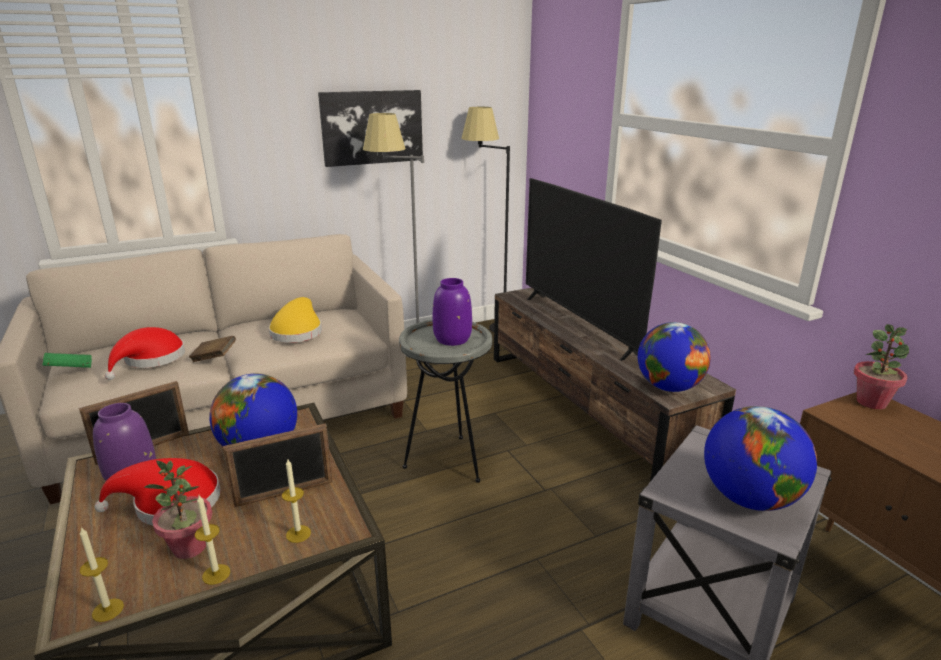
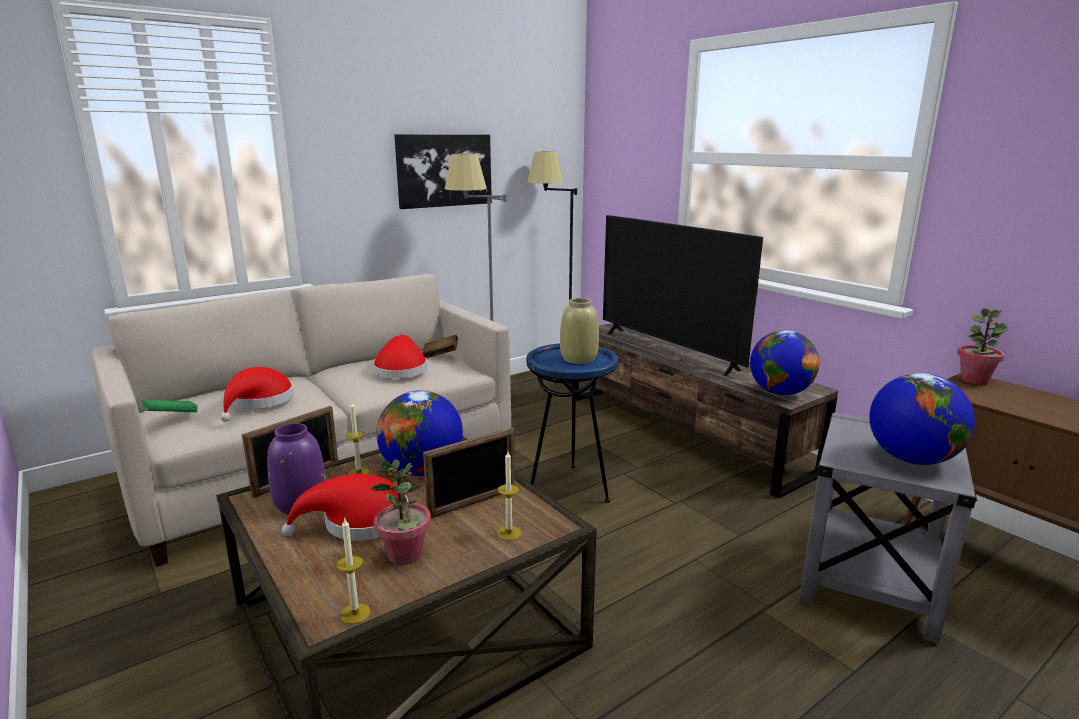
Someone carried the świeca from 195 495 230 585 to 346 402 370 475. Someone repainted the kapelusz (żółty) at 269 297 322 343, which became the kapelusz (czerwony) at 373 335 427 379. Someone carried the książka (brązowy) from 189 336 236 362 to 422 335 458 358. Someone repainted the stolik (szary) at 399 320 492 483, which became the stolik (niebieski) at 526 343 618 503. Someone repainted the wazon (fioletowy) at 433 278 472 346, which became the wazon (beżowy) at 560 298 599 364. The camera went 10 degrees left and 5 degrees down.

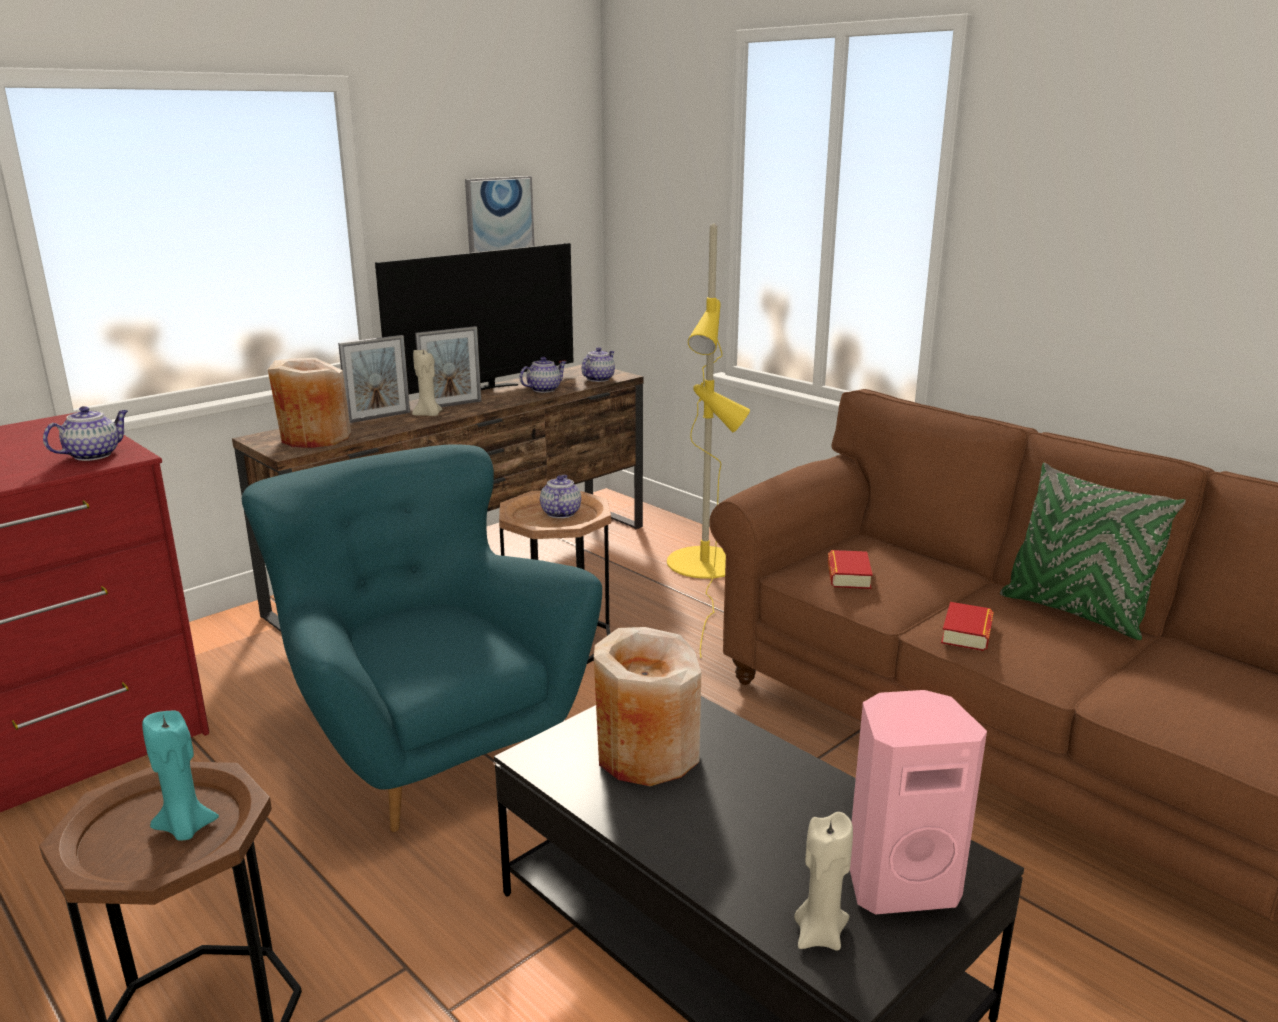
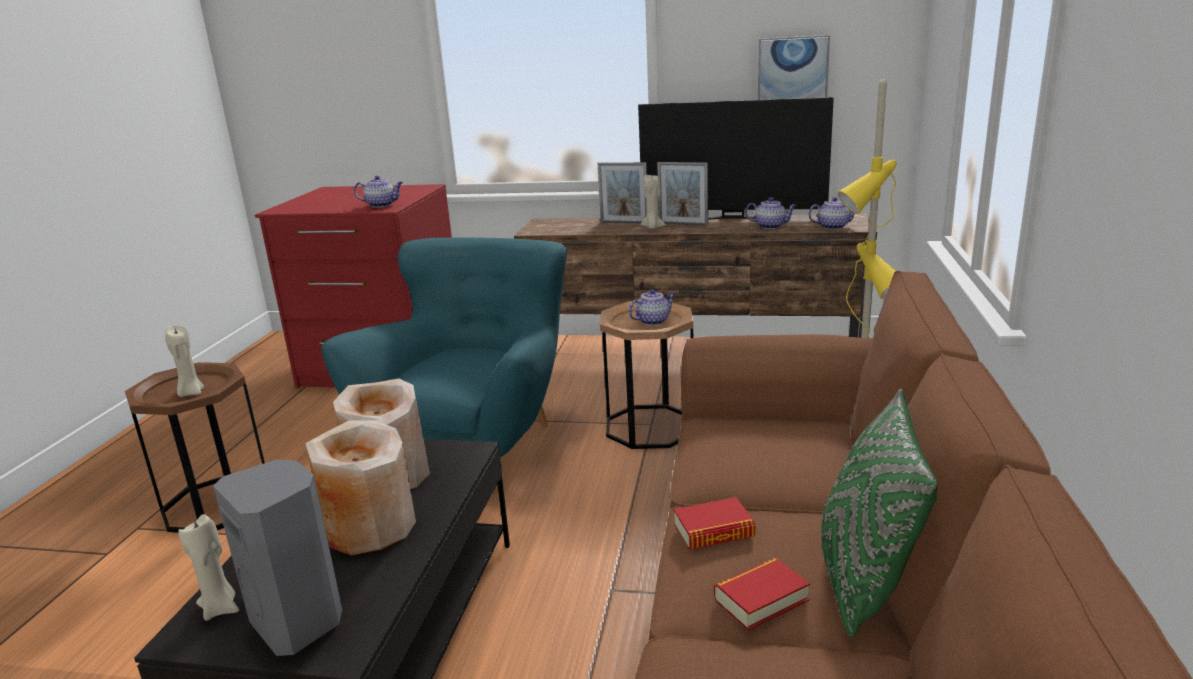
Someone repainted the świeca (turkusowy) at 142 711 219 840, which became the świeca (beżowy) at 165 325 204 397. Someone repainted the głośnik (różowy) at 850 690 987 915, which became the głośnik (szary) at 213 459 342 656. Someone carried the wazon (beżowy) from 268 358 351 448 to 305 420 416 555. Someone carried the książka from 828 550 873 589 to 714 557 810 631. The camera went 55 degrees right and 0 degrees up.

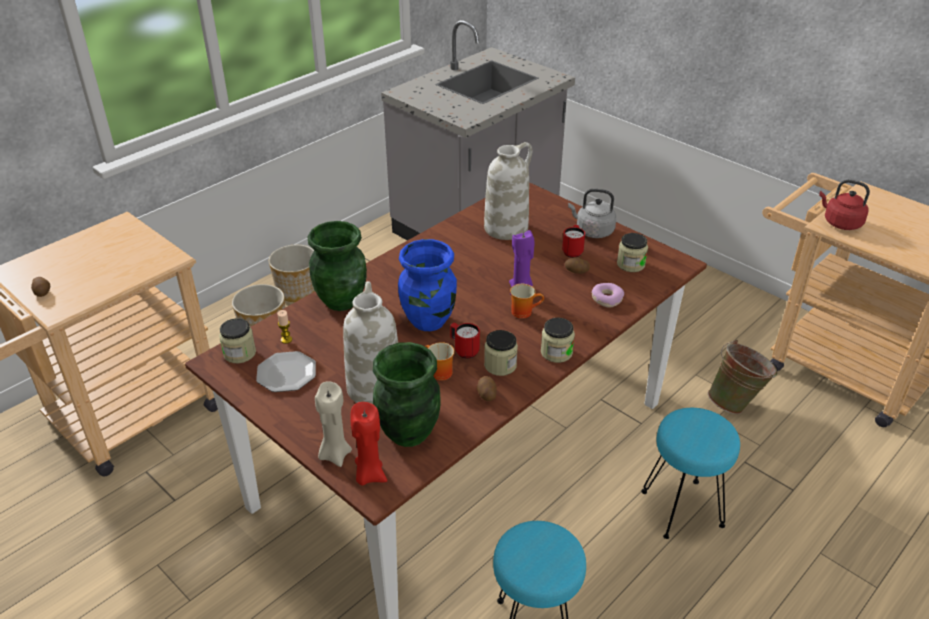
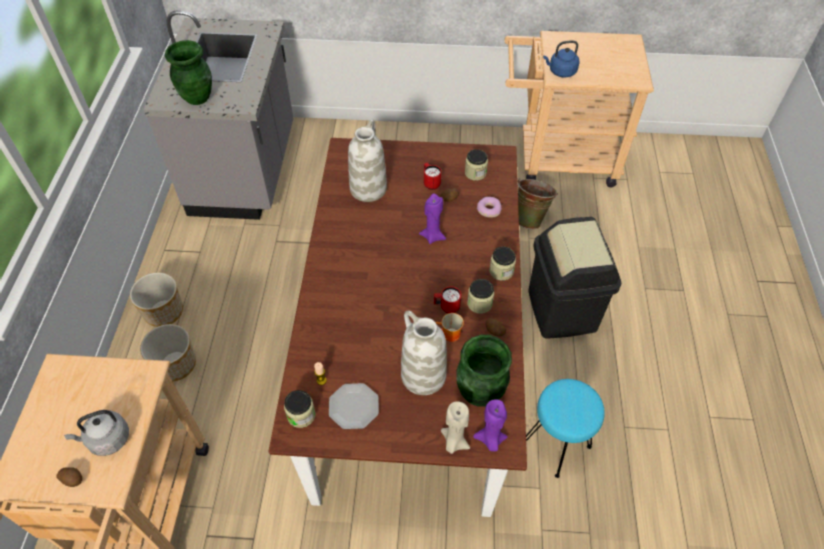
Someone carried the czajnik (szary) from 568 189 616 238 to 64 410 129 456. Someone carried the wazon (zielony) from 308 221 367 311 to 165 40 212 105. Someone repainted the świeca (czerwony) at 350 402 387 486, which became the świeca (fioletowy) at 473 399 508 451. Someone swapped the stołek (turkusowy) at 641 408 740 539 for the kosz na śmieci (czarny) at 528 217 621 339. Someone repainted the czajnik (czerwony) at 819 180 870 230, which became the czajnik (niebieski) at 543 40 580 77. Someone took away the wazon (niebieski) at 398 239 457 331. Someone took away the kubek at 510 284 544 319. The camera went 40 degrees left and 15 degrees up.

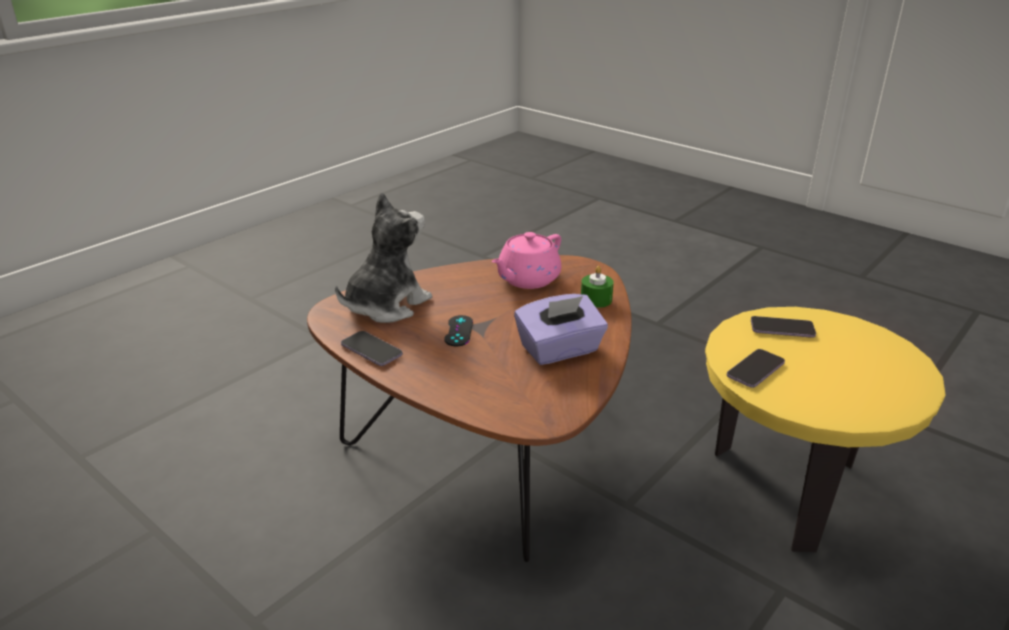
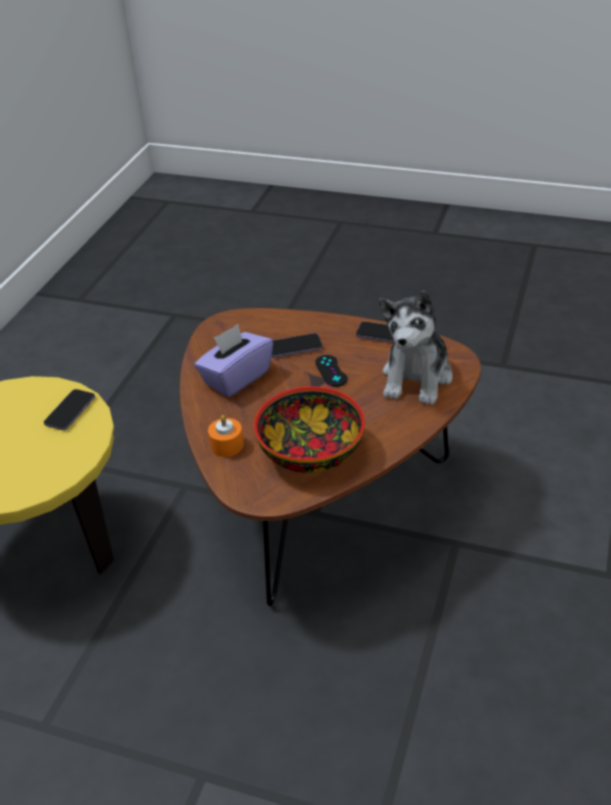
Someone repainted the świeca (zielony) at 581 266 614 308, which became the świeca (pomarańczowy) at 208 415 244 457. Someone swapped the imbryk (różowy) at 492 232 561 289 for the miska at 254 387 365 473. Someone carried the telefon from 751 316 816 338 to 272 333 323 358. The camera went 160 degrees right and 10 degrees up.

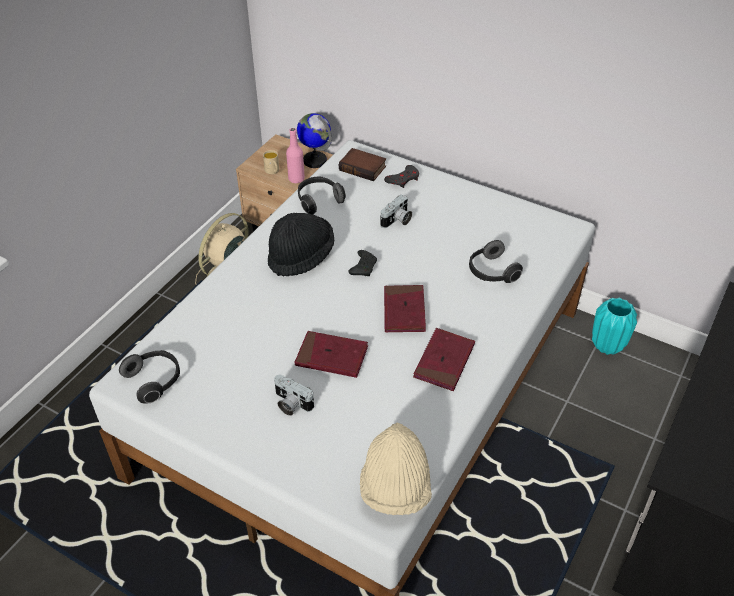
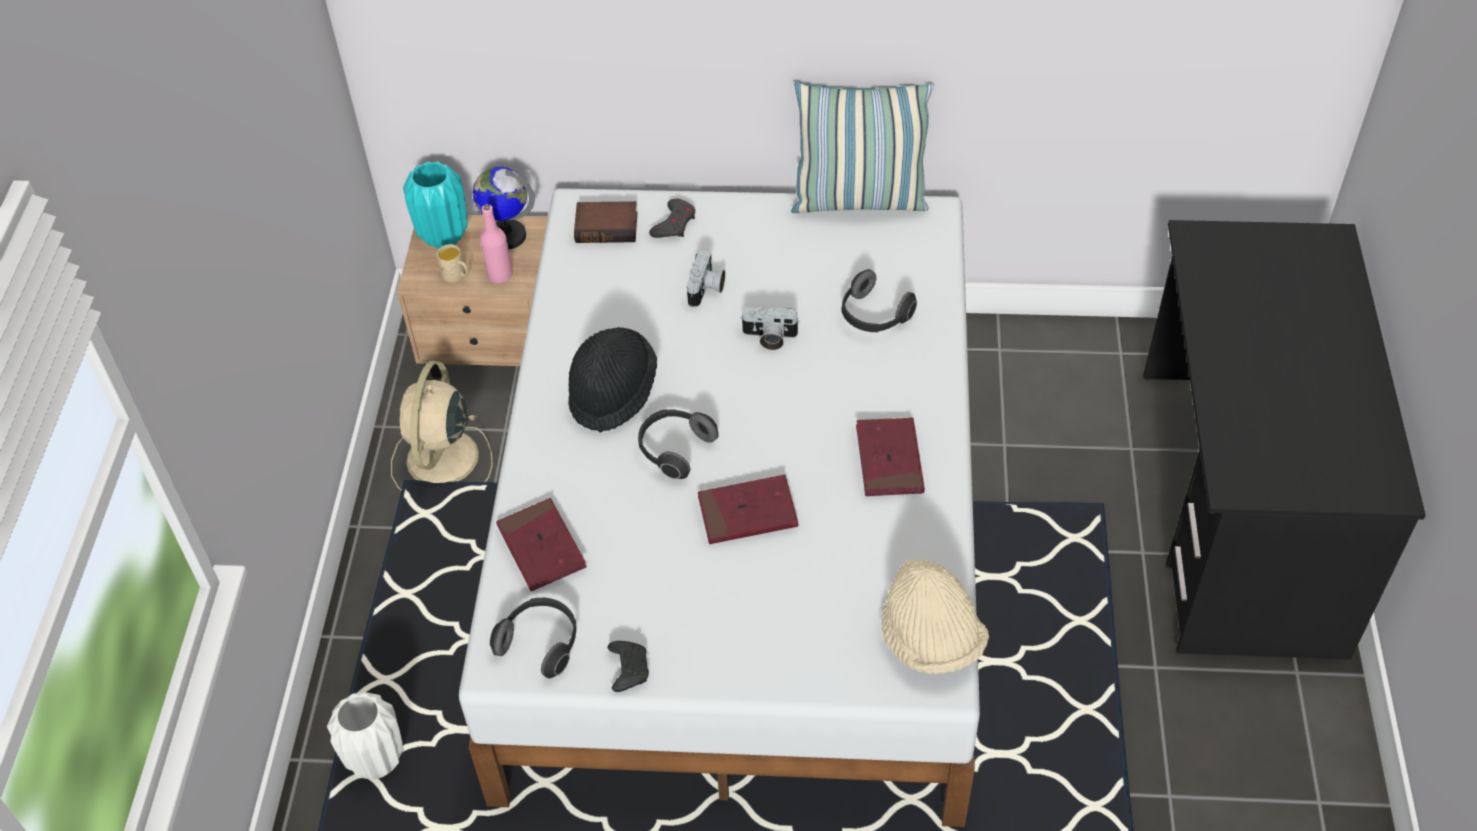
Someone put down the wazon (biały) at 327 692 404 779. Someone carried the wazon (turkusowy) from 592 298 637 355 to 403 161 468 249. Someone carried the książka (czerwony) from 384 285 426 333 to 496 498 587 591. Someone carried the pad do gier (czarny) from 349 250 377 276 to 607 641 649 692. Someone carried the słuchawki from 298 177 346 214 to 638 409 719 479. Someone carried the aparat fotograficzny from 274 375 314 416 to 740 306 800 350. Someone put down the poduszka at 791 82 934 213. The camera went 25 degrees left and 5 degrees up.

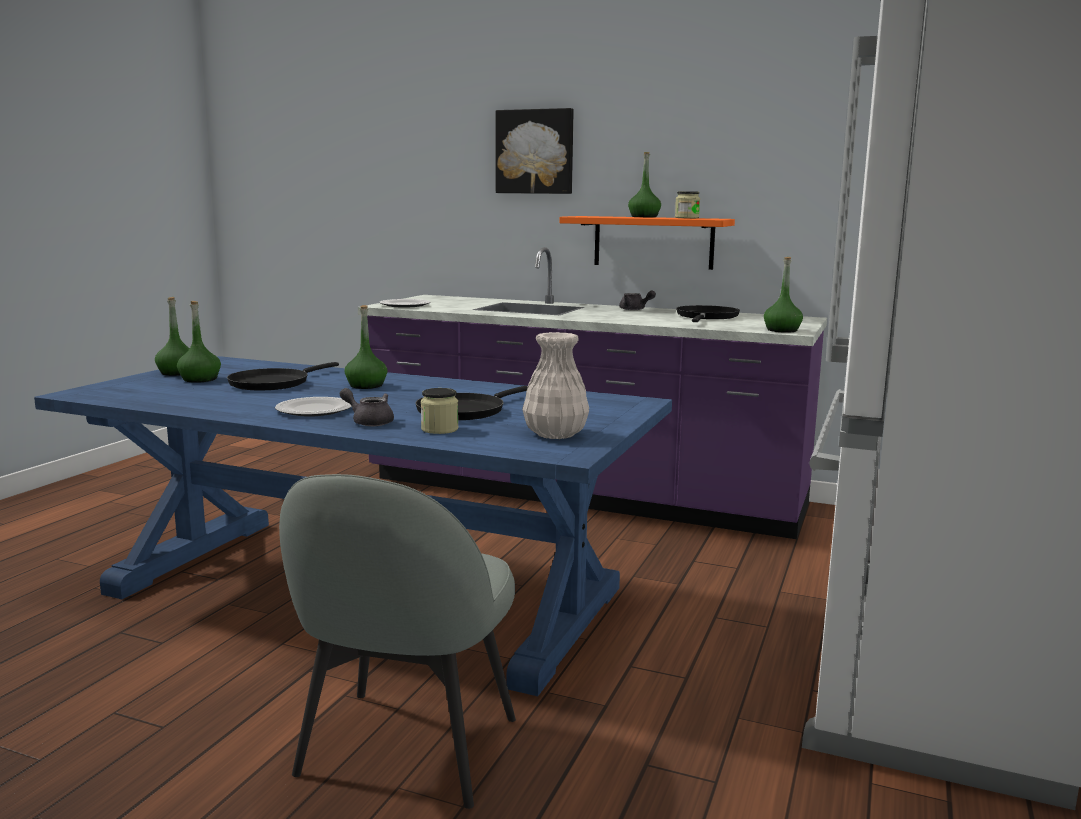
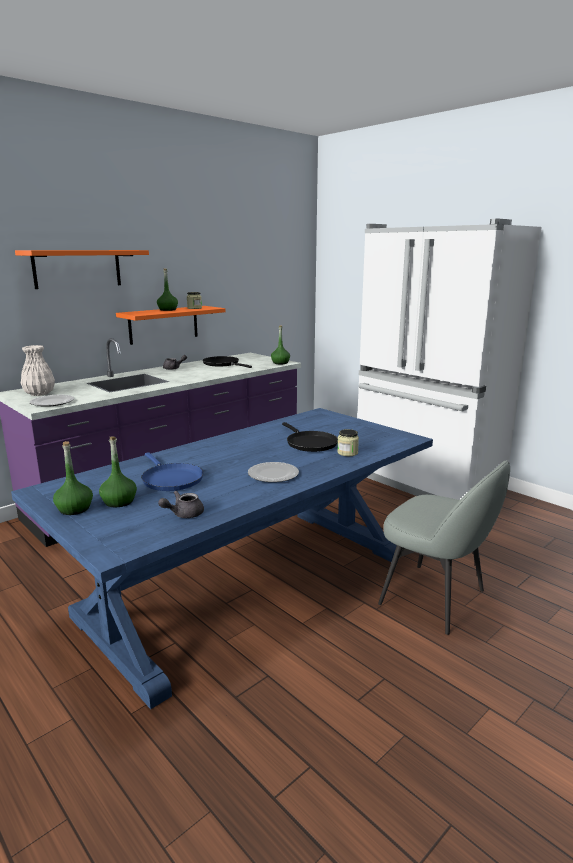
Someone swapped the obraz at 496 108 574 194 for the półka (pomarańczowy) at 15 250 149 289. Someone carried the wazon (biały) from 522 332 589 439 to 21 345 55 396. Someone repainted the patelnia (czarny) at 227 362 339 390, which became the patelnia (niebieski) at 141 452 203 491. Someone carried the imbryk (szary) from 339 388 394 426 to 158 491 204 518. Someone took away the butelka (zielony) at 344 305 387 389. The camera went 65 degrees left and 5 degrees up.

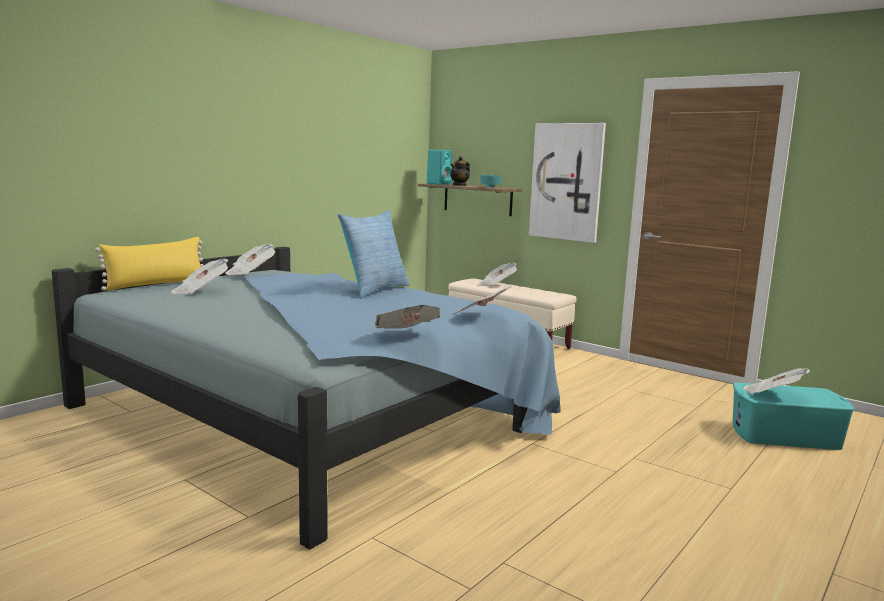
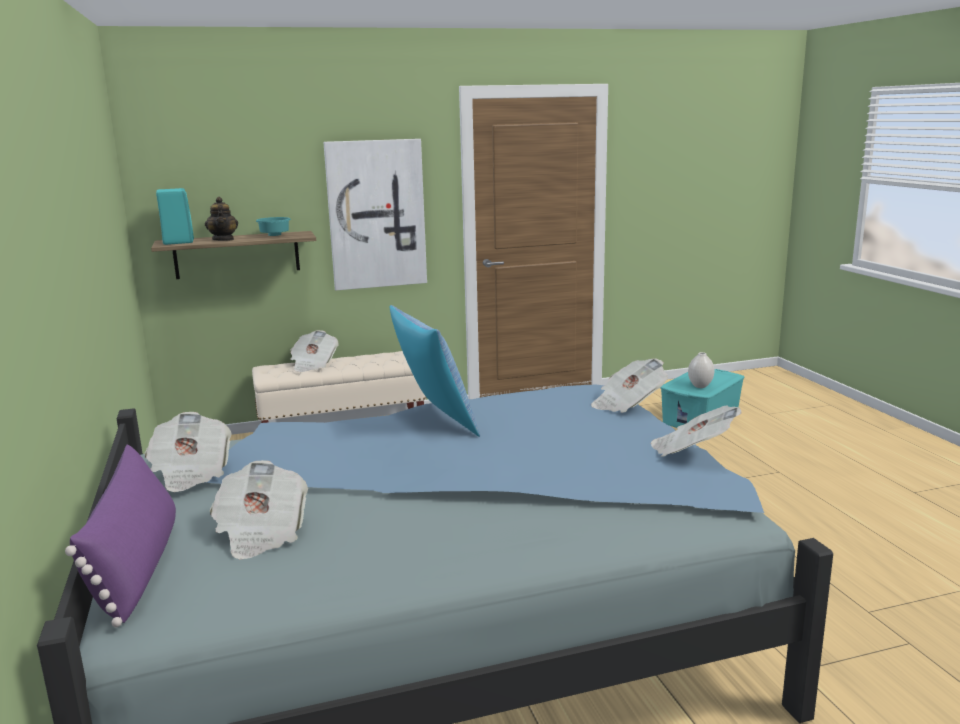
Someone repainted the poduszka (żółty) at 95 237 204 291, which became the poduszka (fioletowy) at 65 444 176 627. Someone swapped the gazeta at 743 368 810 394 for the wazon (biały) at 688 352 714 388. The camera went 55 degrees left and 5 degrees up.

